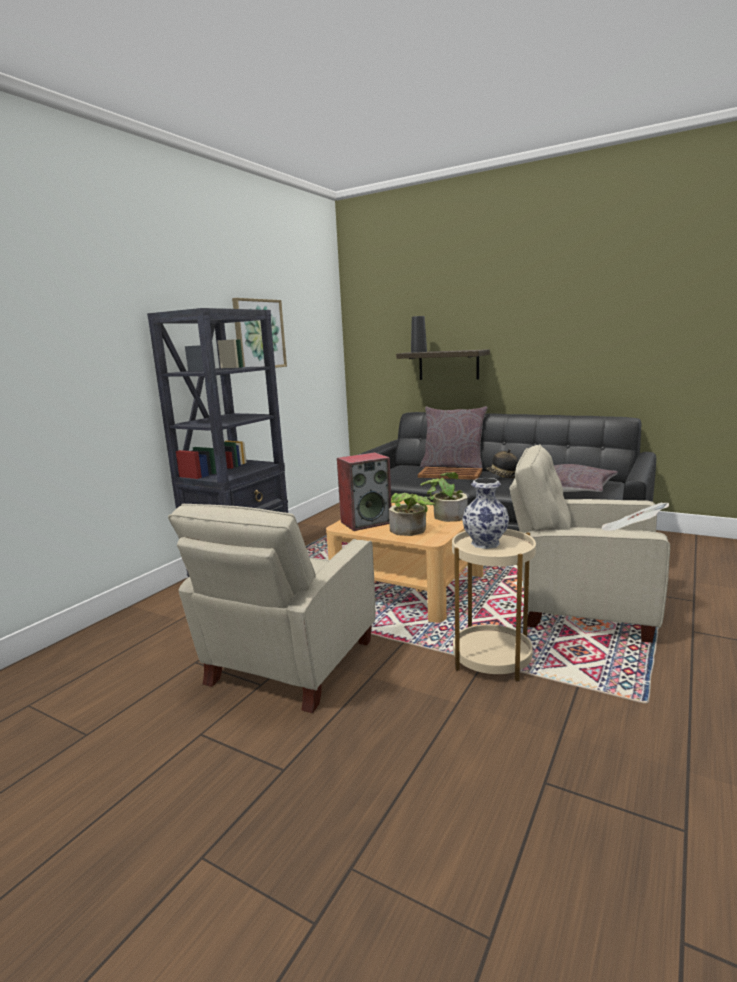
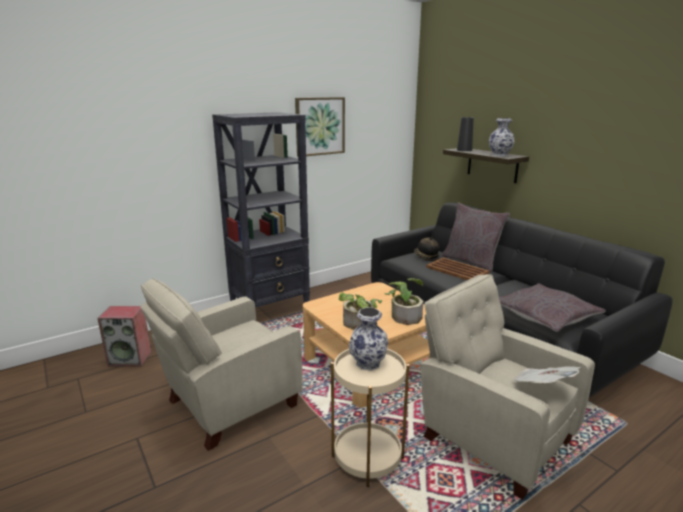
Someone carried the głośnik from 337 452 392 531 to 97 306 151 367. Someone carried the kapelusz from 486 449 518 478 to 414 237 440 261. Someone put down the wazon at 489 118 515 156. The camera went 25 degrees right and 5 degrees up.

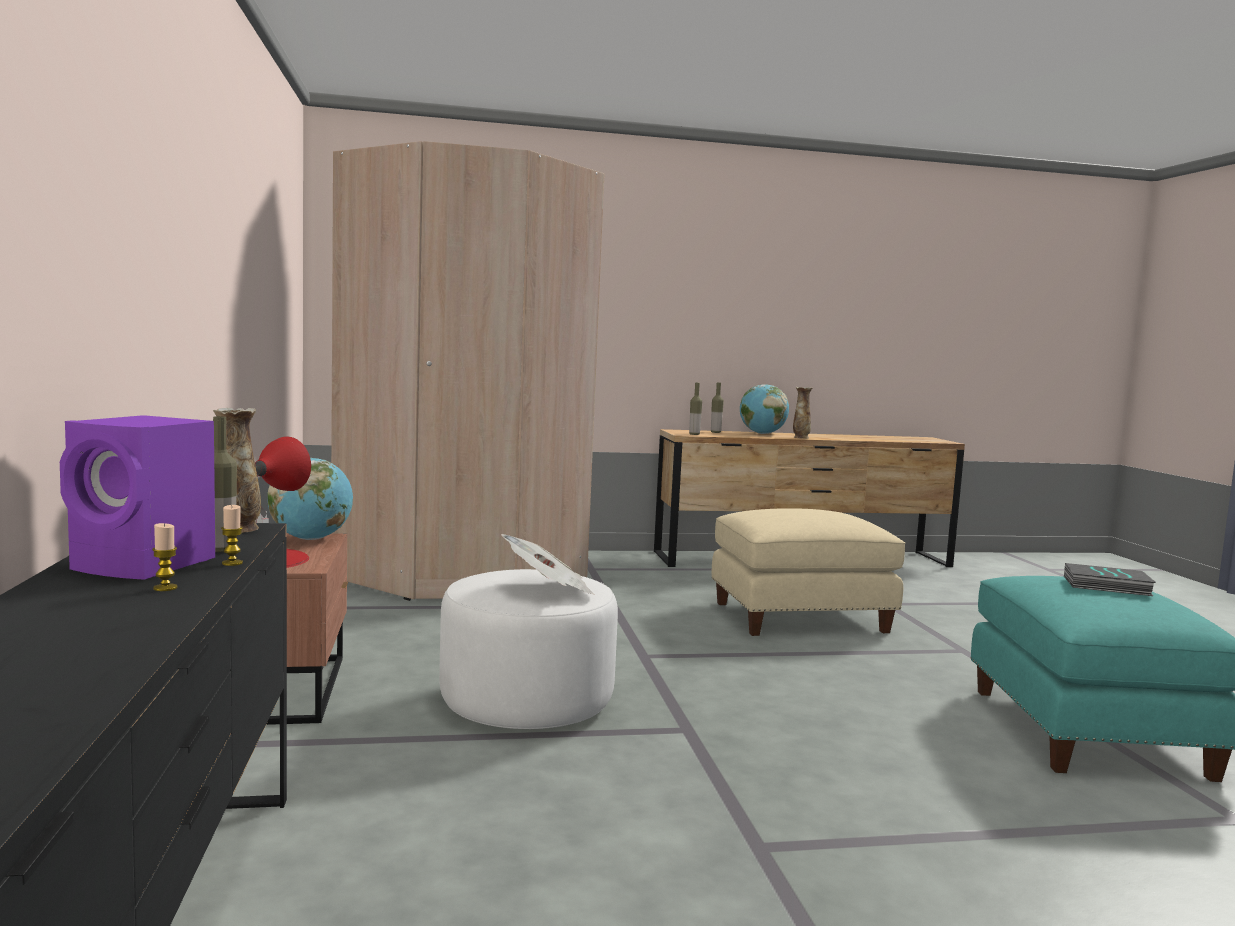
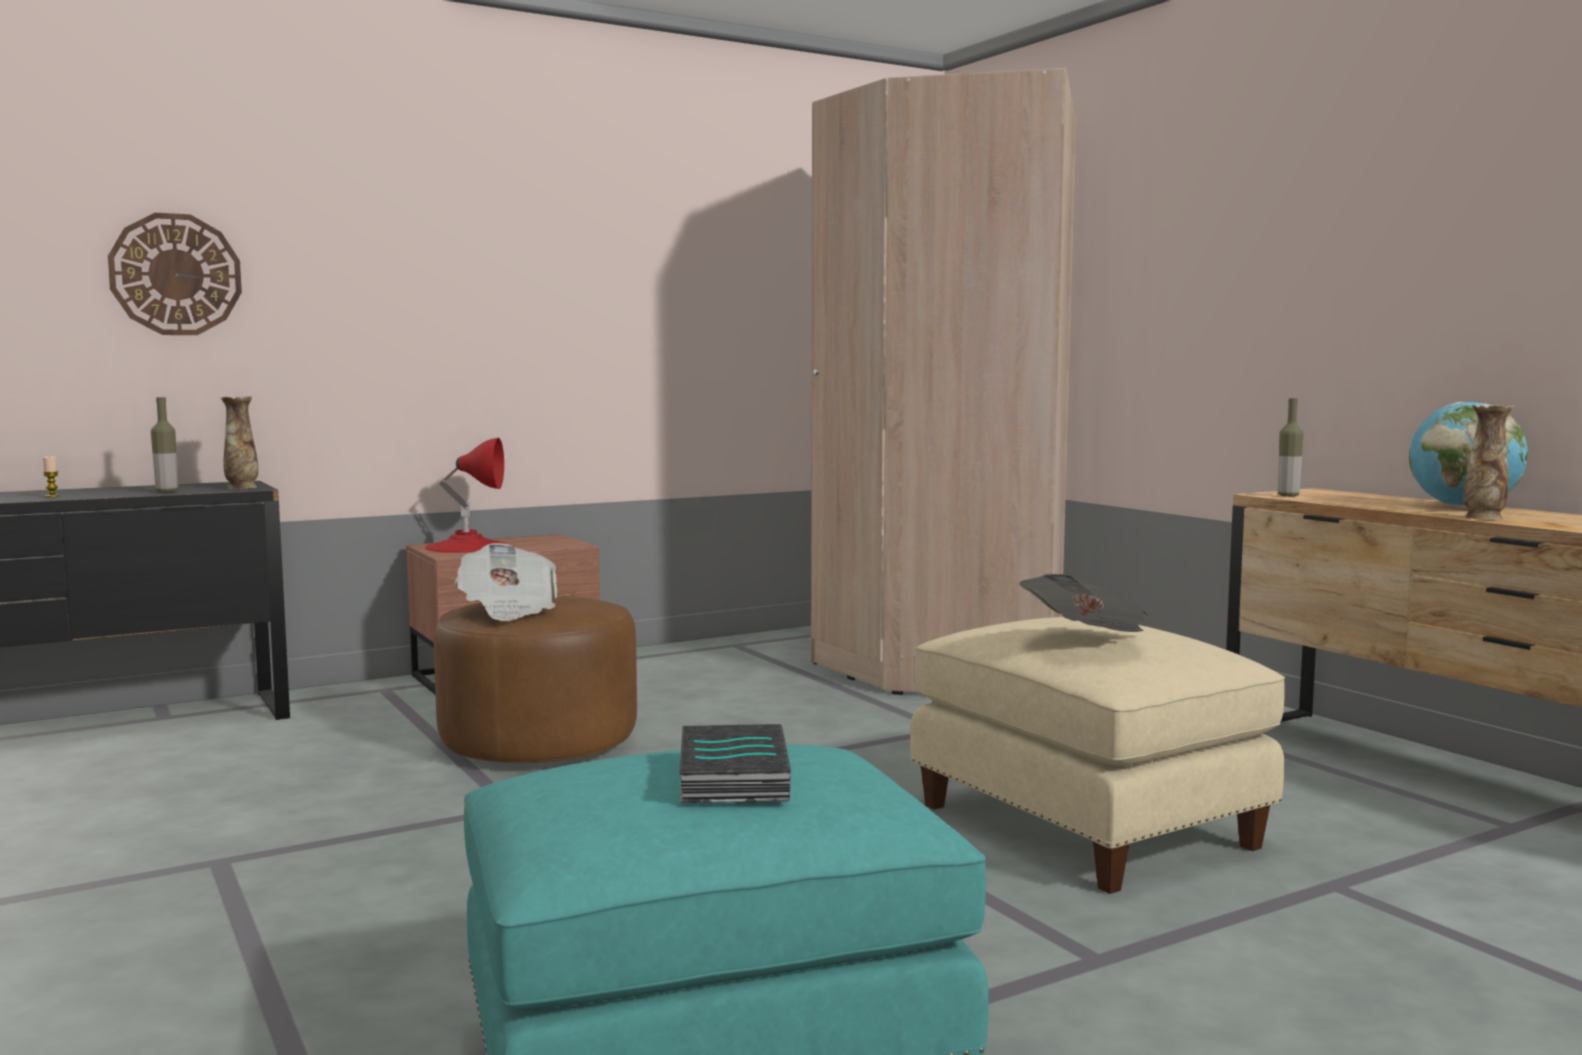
Someone put up the zegar ścienny at 108 213 242 335. Someone repainted the pufa (biały) at 439 569 618 729, which became the pufa (brązowy) at 434 596 637 763. Someone put down the gazeta at 1019 574 1149 632. Someone took away the głośnik (fioletowy) at 60 415 215 580. Someone took away the świeca at 221 505 243 566. Someone took away the globus at 268 458 353 540. Someone took away the butelka at 711 382 724 433. The camera went 70 degrees right and 0 degrees up.

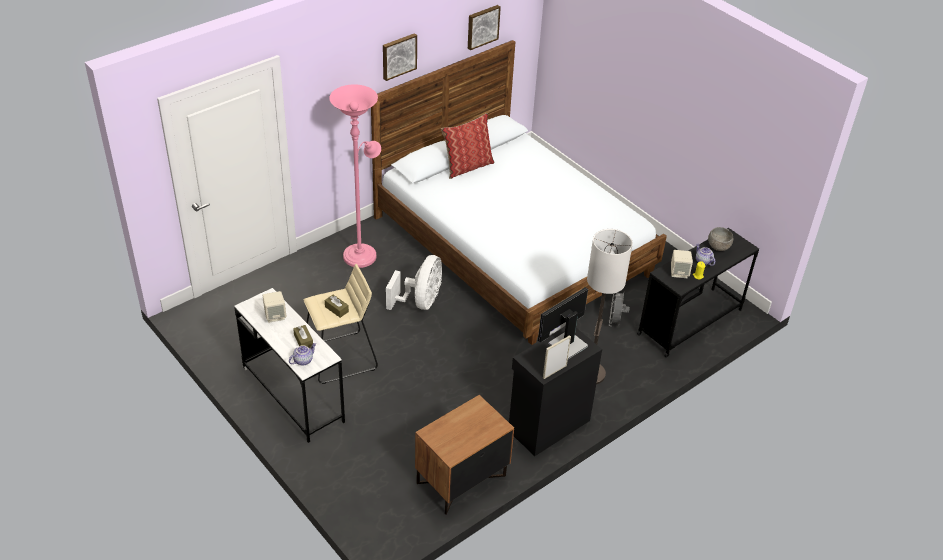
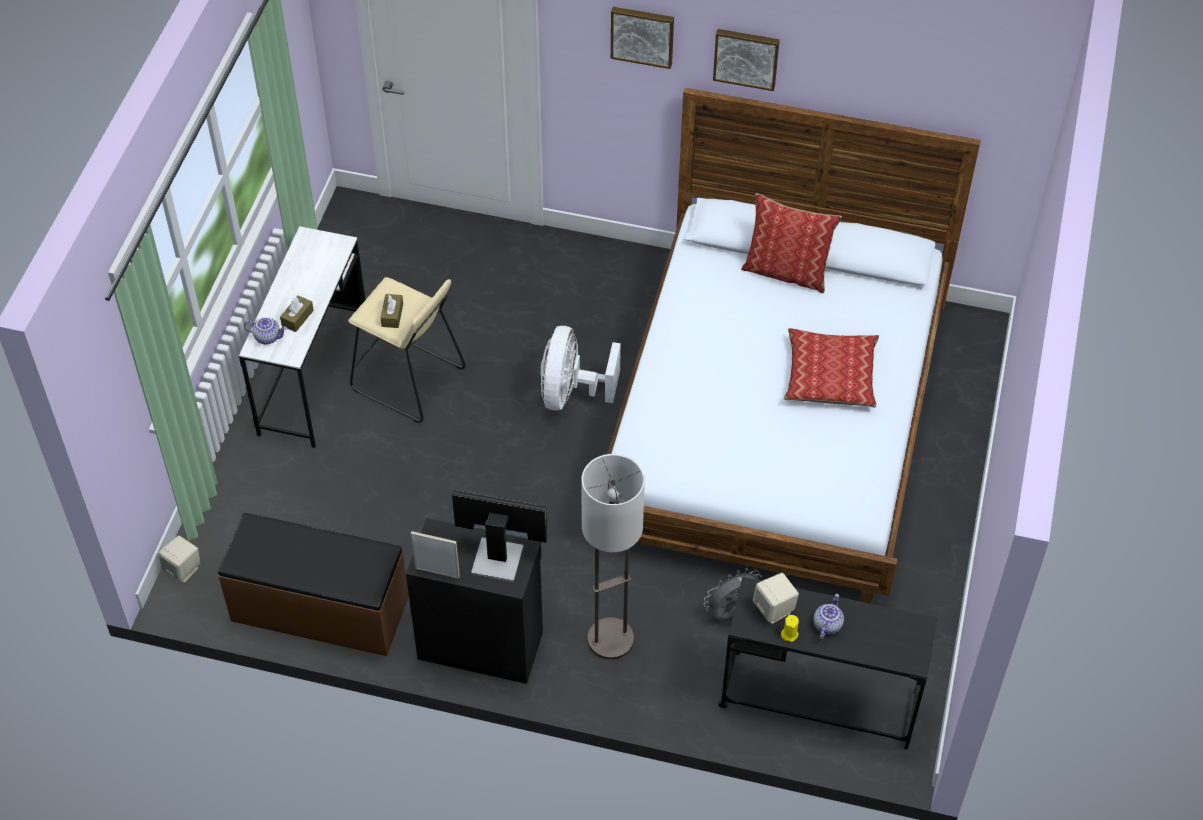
Someone carried the głośnik (beżowy) from 263 291 287 323 to 158 535 200 583. Someone swapped the szafka nocna (brązowy) at 415 395 514 515 for the ławka (brązowy) at 218 513 409 656. Someone rotated the wentylator (biały) at 386 255 442 310 by 120 degrees clockwise. Someone carried the obraz from 468 5 501 50 to 611 7 674 69. Someone put down the poduszka at 784 328 879 407. Someone took away the lampa stojąca (różowy) at 329 84 381 268. Someone took away the miska (szary) at 708 227 733 251. The camera went 55 degrees right and 10 degrees up.

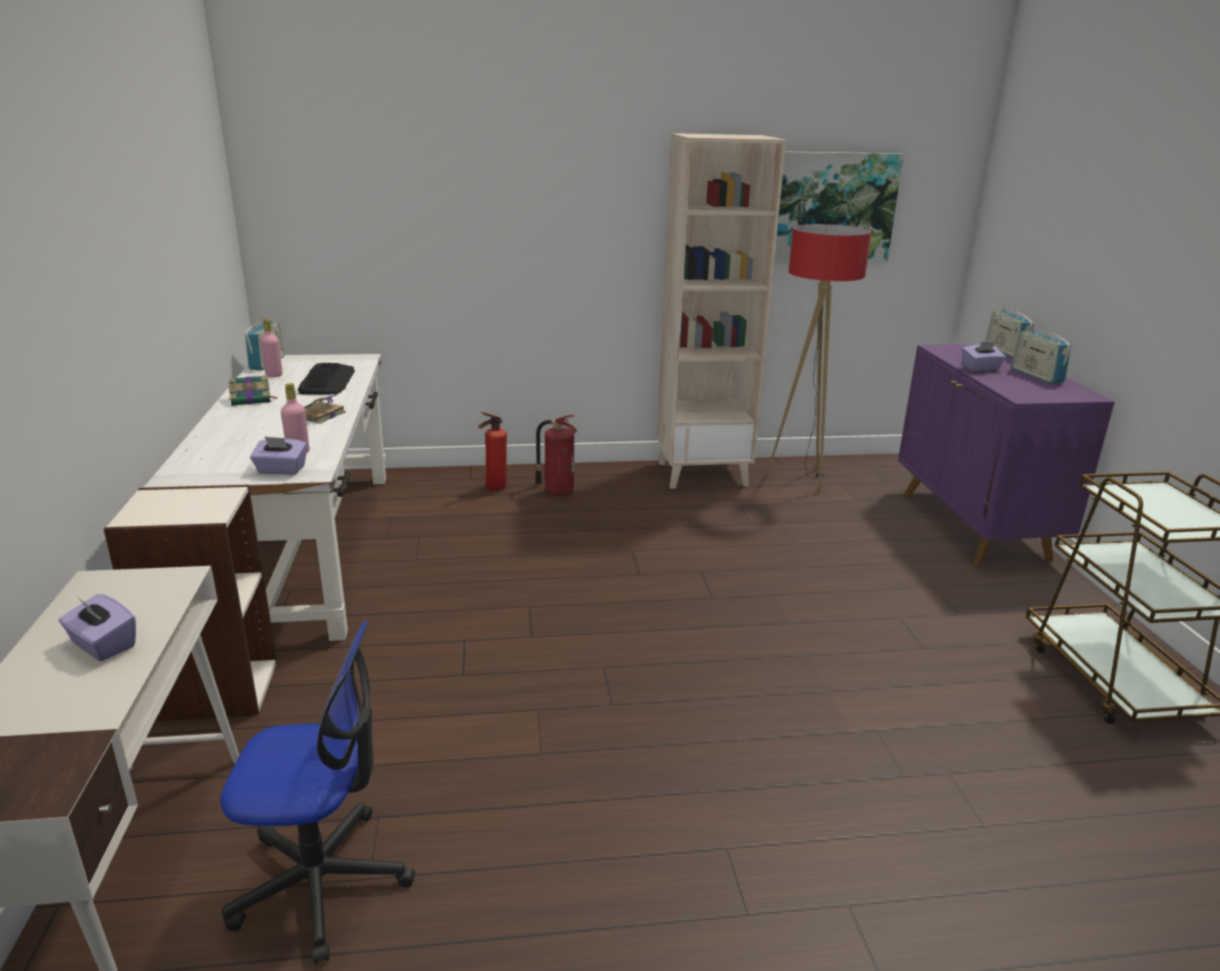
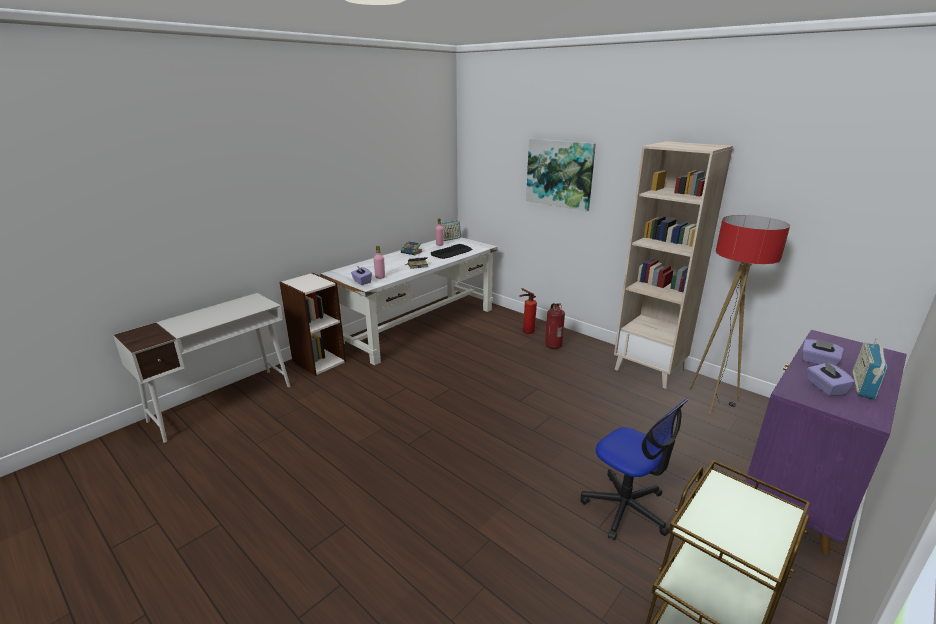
Someone carried the obraz from 774 152 904 262 to 526 139 596 211. Someone carried the krzesło biurowe from 221 620 415 964 to 580 398 690 541. Someone carried the pudełko chusteczek (fioletowy) from 59 594 136 661 to 807 361 855 396. Someone took away the radio at 985 304 1034 357. The camera went 50 degrees right and 0 degrees up.

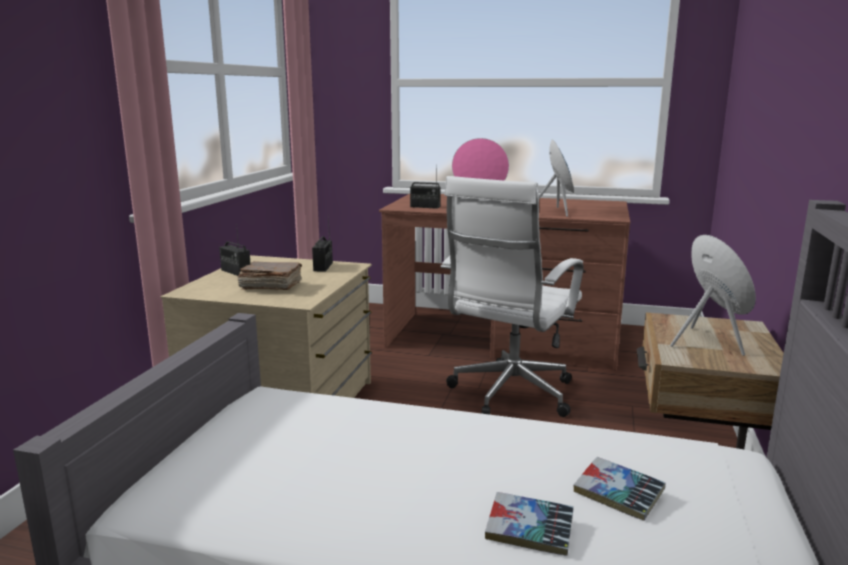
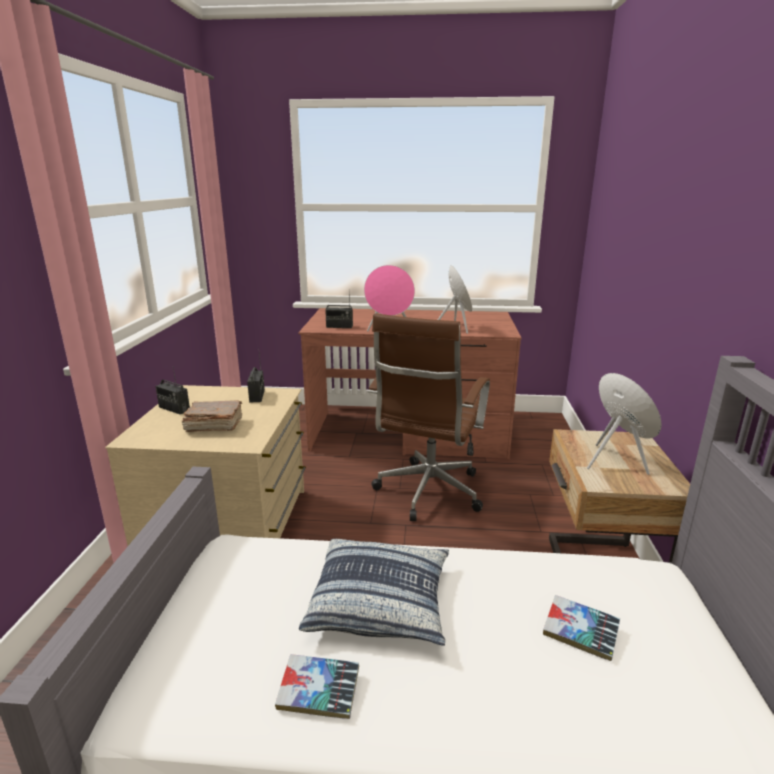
Someone carried the książka from 485 492 574 555 to 275 654 359 719. Someone put down the poduszka at 299 539 449 646. Someone repainted the krzesło biurowe (biały) at 441 176 584 417, which became the krzesło biurowe (brązowy) at 367 313 490 521. The camera went 10 degrees left and 5 degrees up.

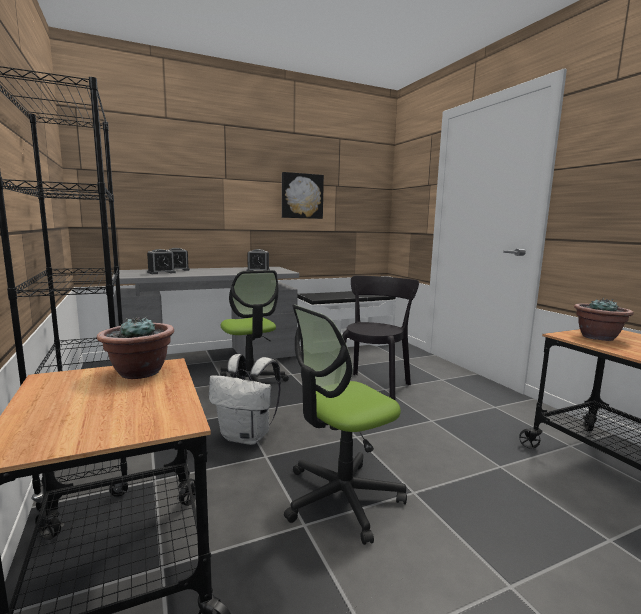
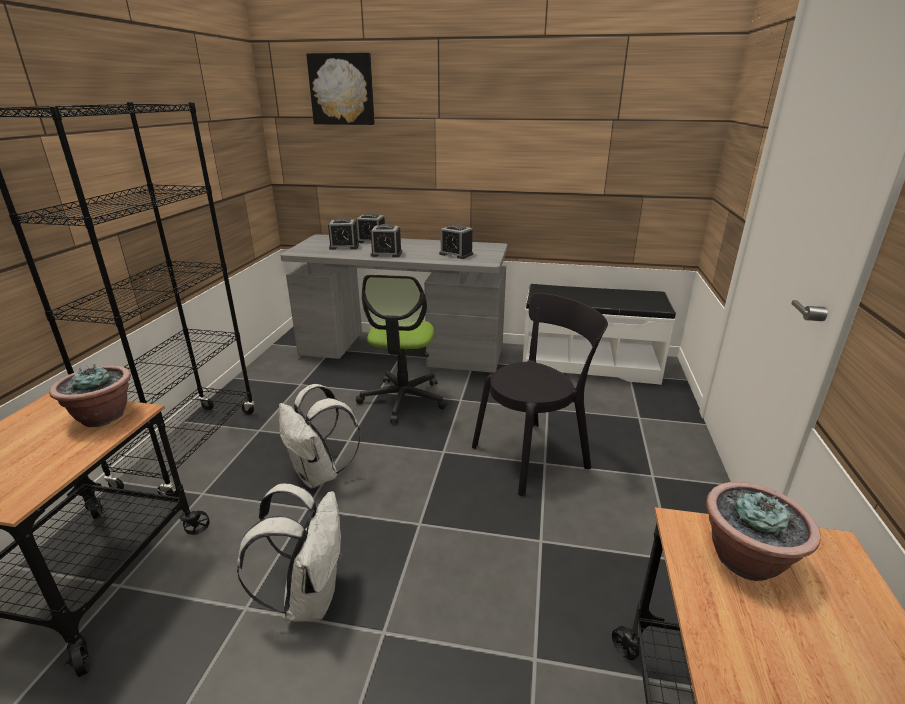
Someone swapped the krzesło biurowe at 284 305 407 545 for the plecak (biały) at 237 483 342 622. Someone carried the obraz from 282 172 324 219 to 306 53 375 125. Someone put down the budzik at 371 224 402 257. The camera went 35 degrees right and 15 degrees up.

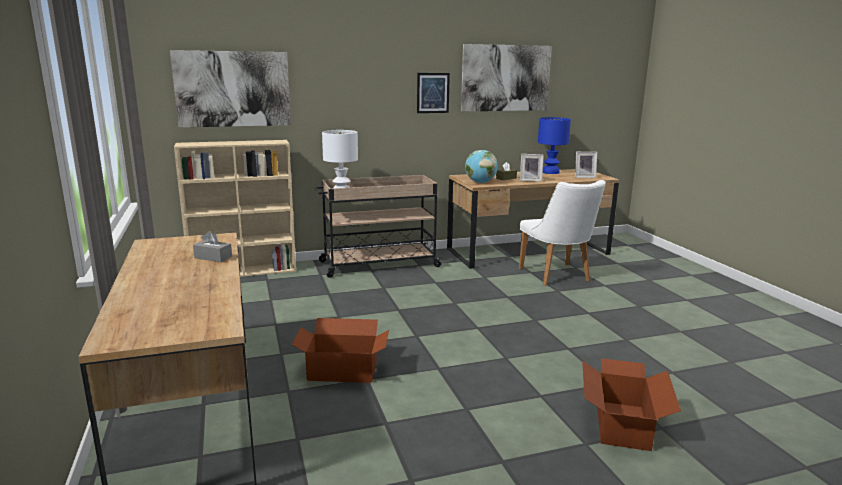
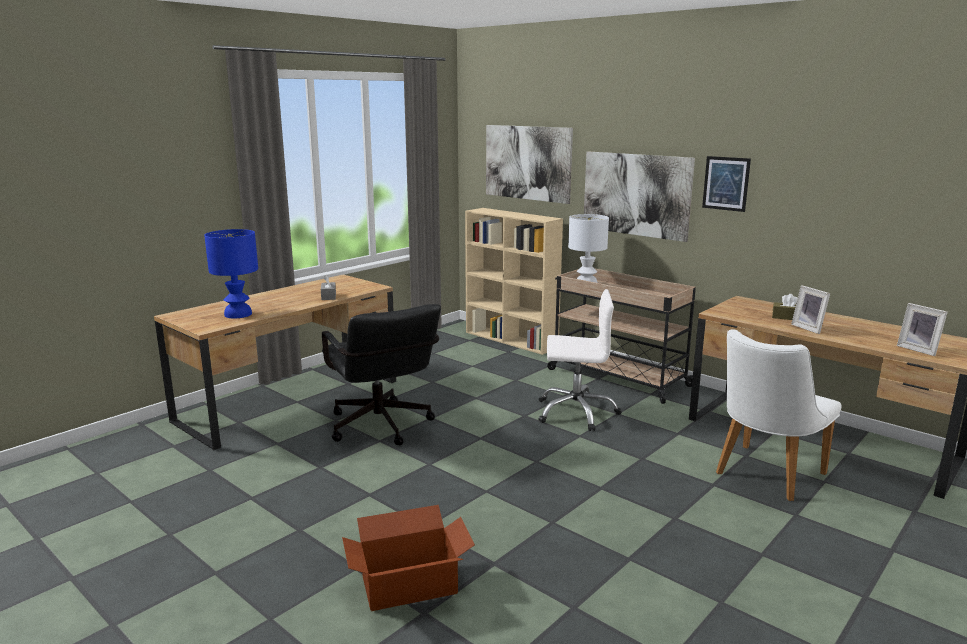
Someone carried the lampa stołowa (niebieski) from 538 117 571 174 to 204 229 258 318. Someone swapped the karton at 292 318 389 383 for the krzesło biurowe (czarny) at 322 304 441 445. Someone put down the krzesło biurowe (biały) at 538 289 621 431. Someone carried the obraz from 461 44 552 111 to 584 151 695 242. Someone took away the globus at 465 150 498 183. The camera went 60 degrees right and 0 degrees up.

